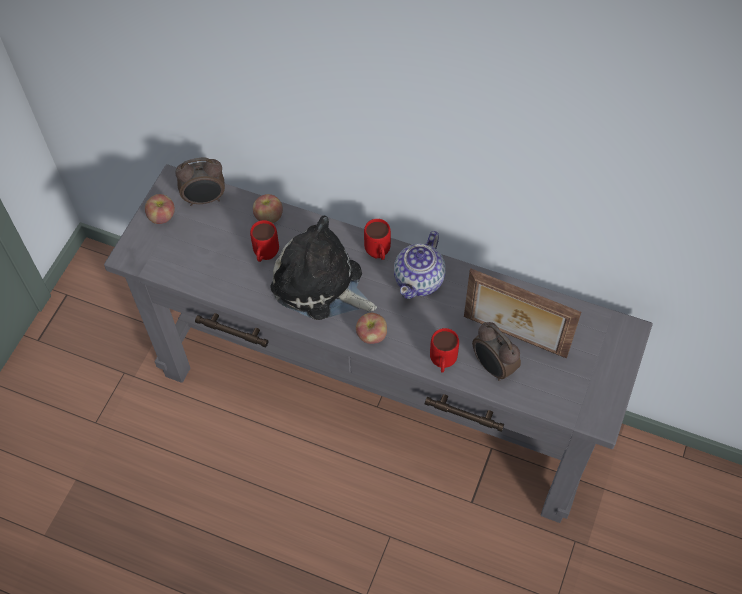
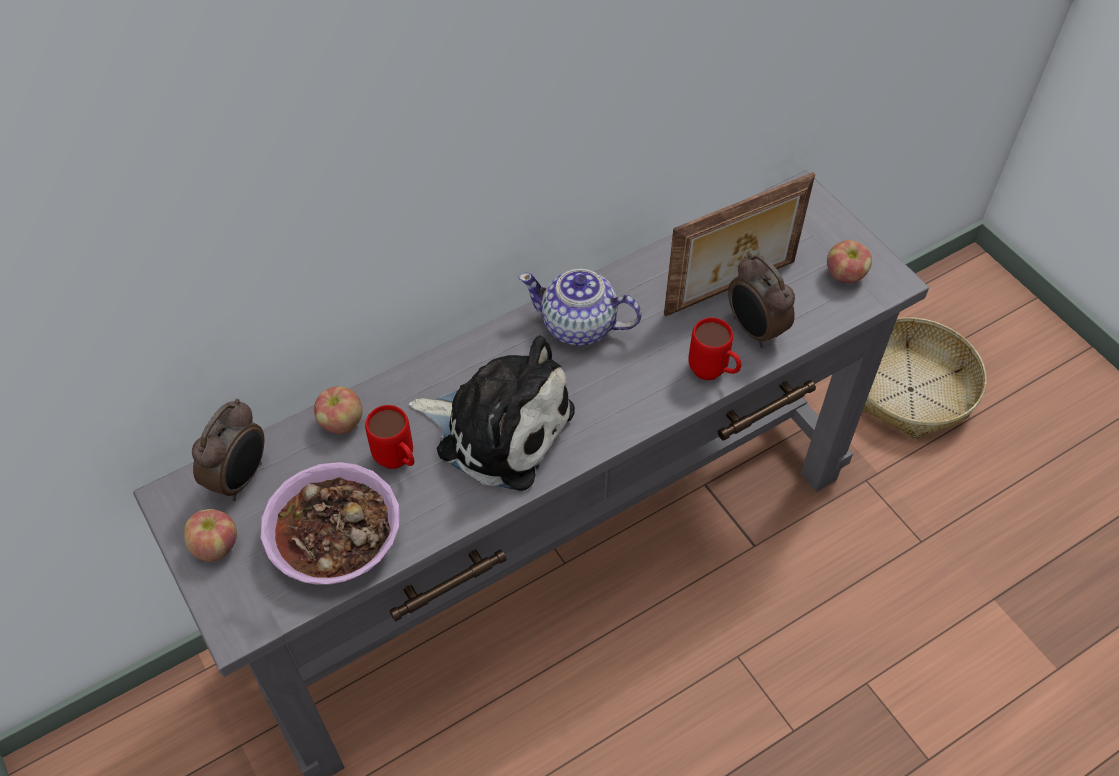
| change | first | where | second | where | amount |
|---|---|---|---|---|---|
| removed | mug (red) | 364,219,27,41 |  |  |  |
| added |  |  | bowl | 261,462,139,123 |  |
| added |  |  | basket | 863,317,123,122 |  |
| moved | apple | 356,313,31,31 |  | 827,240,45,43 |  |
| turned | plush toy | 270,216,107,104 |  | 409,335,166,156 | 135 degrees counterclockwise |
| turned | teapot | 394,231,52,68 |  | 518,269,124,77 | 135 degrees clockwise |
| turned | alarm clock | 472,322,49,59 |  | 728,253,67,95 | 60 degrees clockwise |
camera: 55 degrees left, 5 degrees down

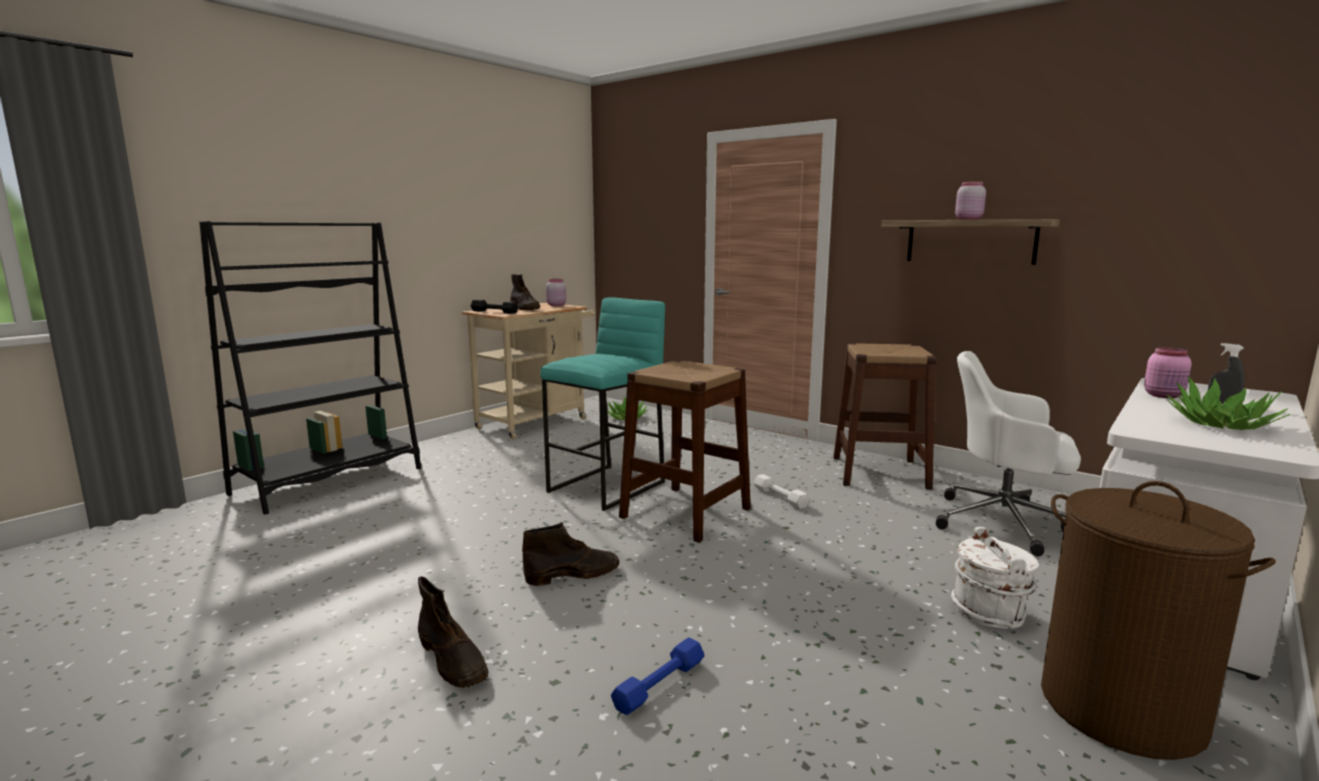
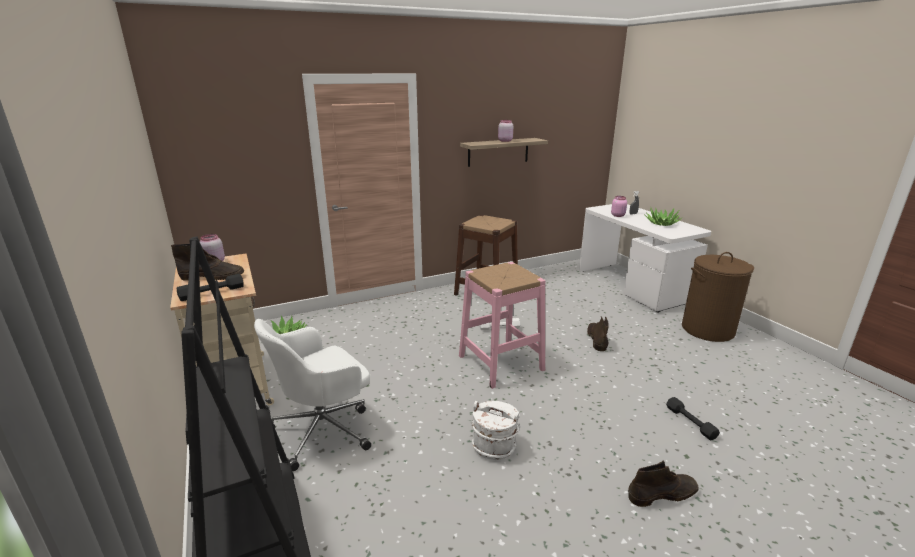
| change | first | where | second | where | amount |
|---|---|---|---|---|---|
| removed | stool (turquoise) | 540,298,125,213 |  |  |  |
| moved | boot (brown) | 522,522,97,64 |  | 587,316,22,35 |  |
| moved | office chair (white) | 936,351,145,205 |  | 254,319,117,152 |  |
| moved | bucket (white) | 951,527,88,102 |  | 472,401,48,59 |  |
| recoloured | dumbbell (blue) | 611,637,94,78 | dumbbell (black) | 666,397,54,44 |  |
| recoloured | stool (brown) | 619,360,132,183 | stool (pink) | 459,262,87,127 |  |
camera: 65 degrees left, 10 degrees up

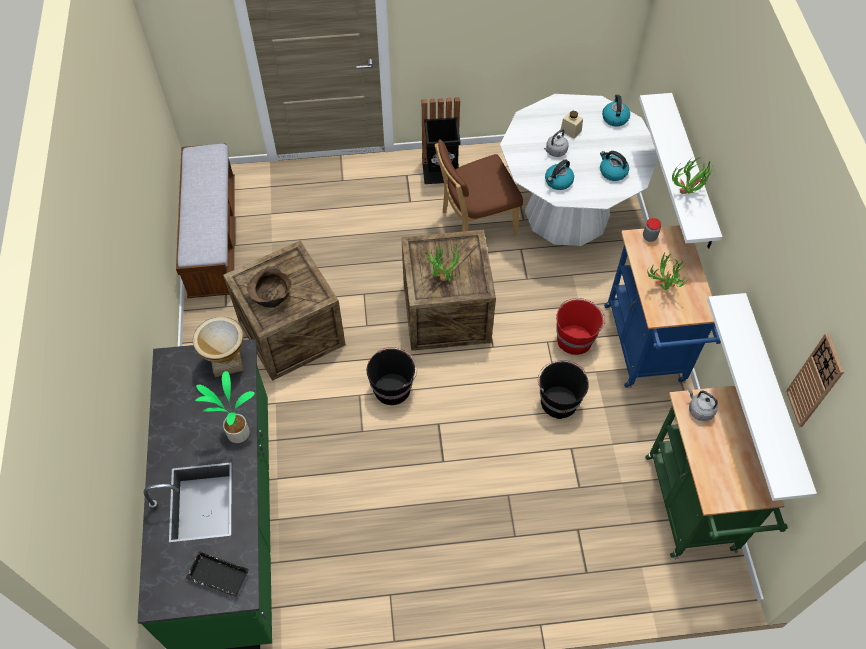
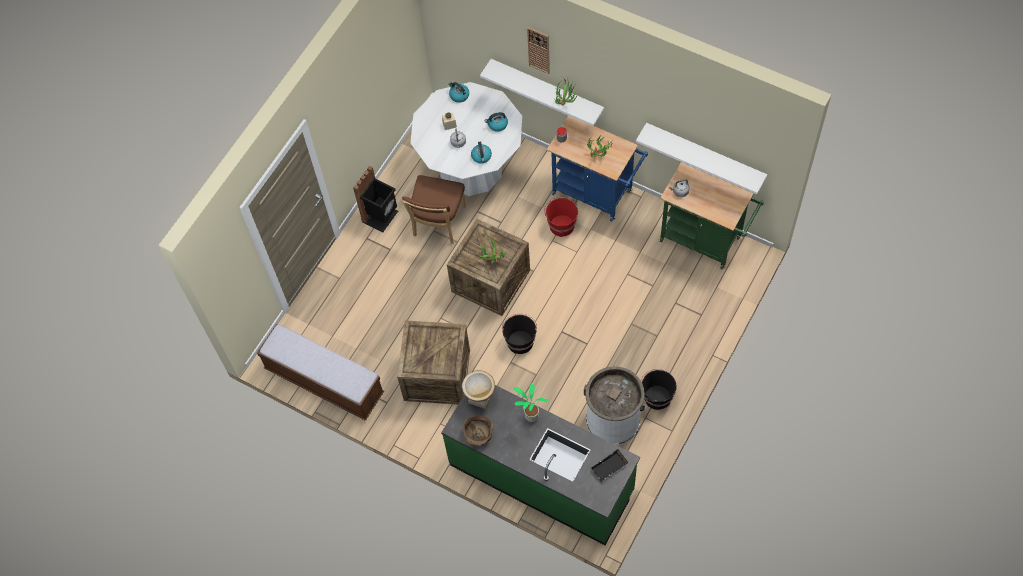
| change | first | where | second | where | amount |
|---|---|---|---|---|---|
| added |  |  | trash can (white) | 584,366,62,79 |  |
| moved | bowl (brown) | 247,266,45,42 |  | 462,415,32,31 |  |
| moved | bucket (black) | 538,360,51,59 |  | 641,369,36,41 |  |
| moved | wall clock | 786,333,58,94 |  | 527,27,23,47 |  |
camera: 50 degrees left, 5 degrees up

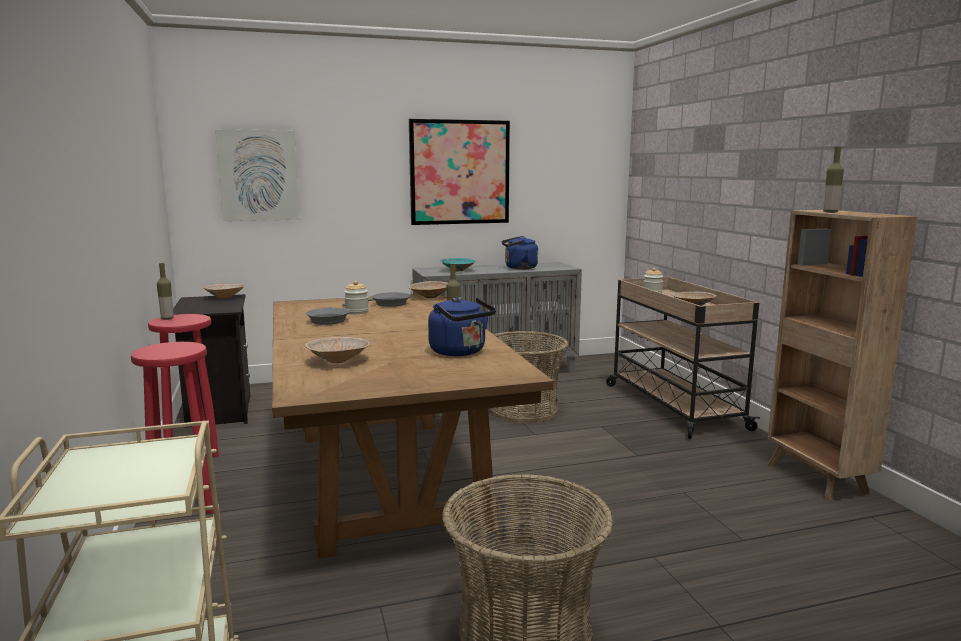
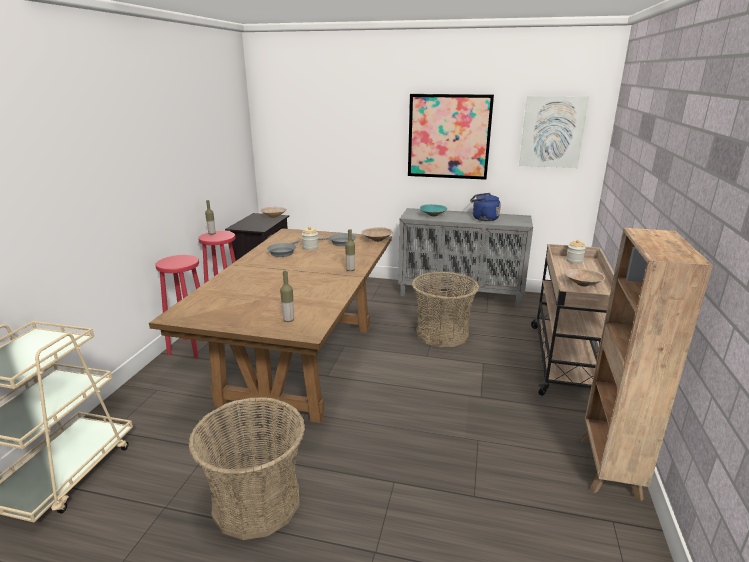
| change | first | where | second | where | amount |
|---|---|---|---|---|---|
| removed | bowl (beige) | 305,337,65,26 |  |  |  |
| removed | kettle (blue) | 428,297,68,59 |  |  |  |
| moved | picture | 215,129,85,92 |  | 519,96,70,72 |  |
| moved | bottle | 823,146,21,67 |  | 280,271,14,51 |  |
camera: 30 degrees right, 10 degrees up

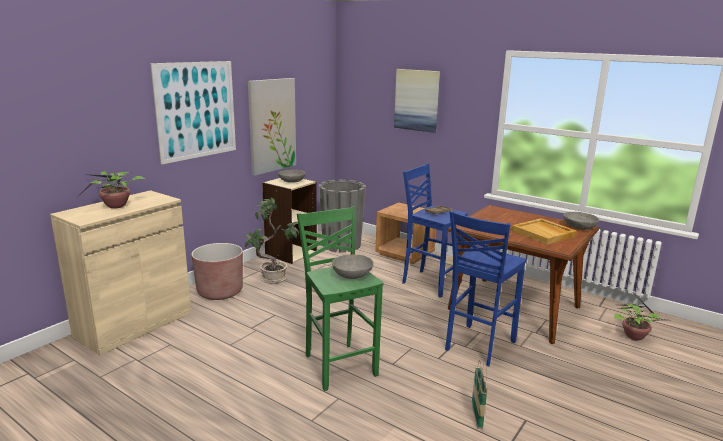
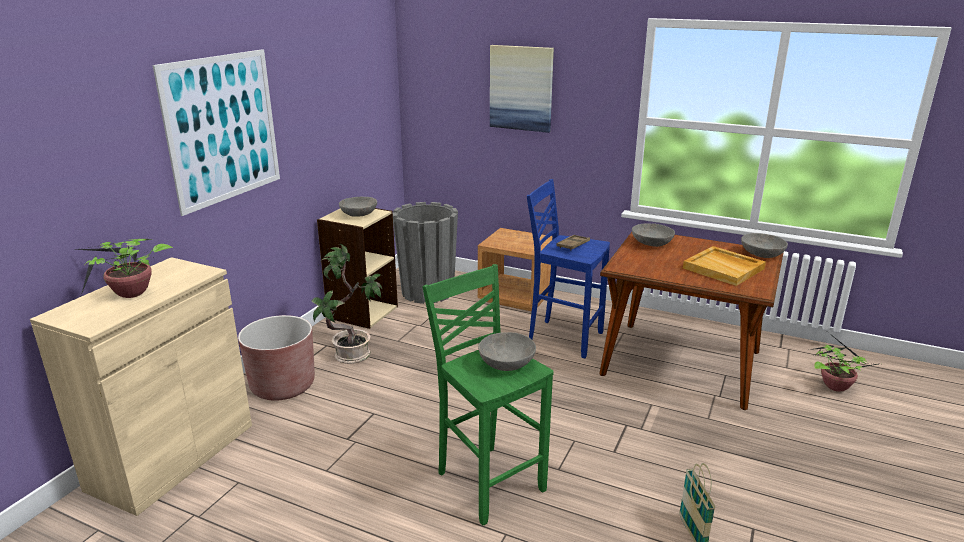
| change | first | where | second | where | amount |
|---|---|---|---|---|---|
| removed | picture | 248,78,48,98 |  |  |  |
| removed | stool (blue) | 445,211,82,155 |  |  |  |
| added |  |  | bowl (grey) | 632,223,43,24 |  |
camera: 10 degrees left, 5 degrees up

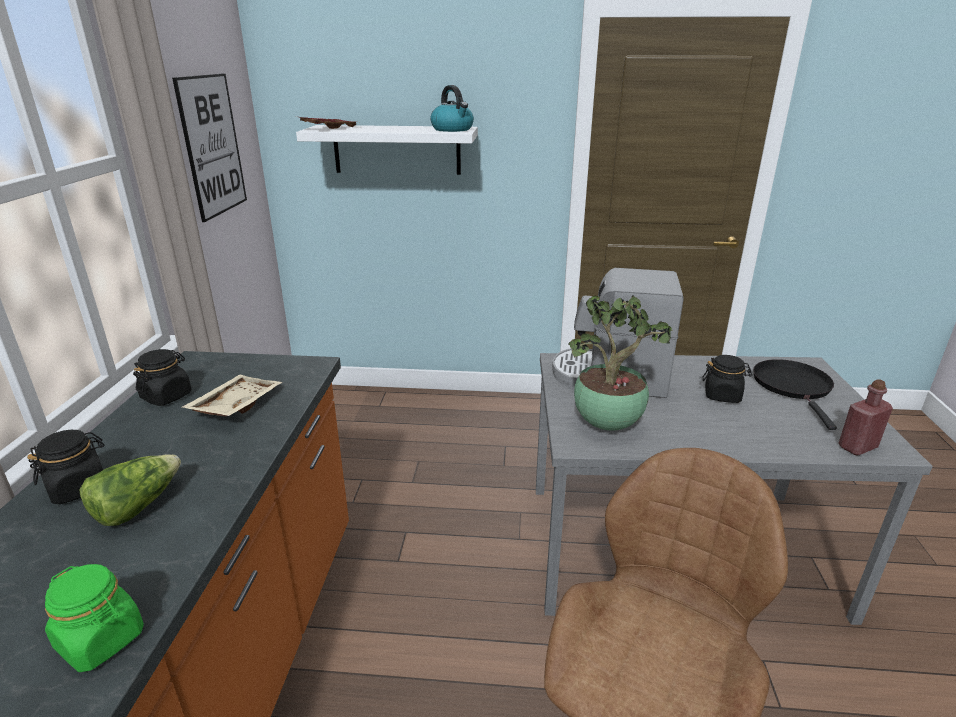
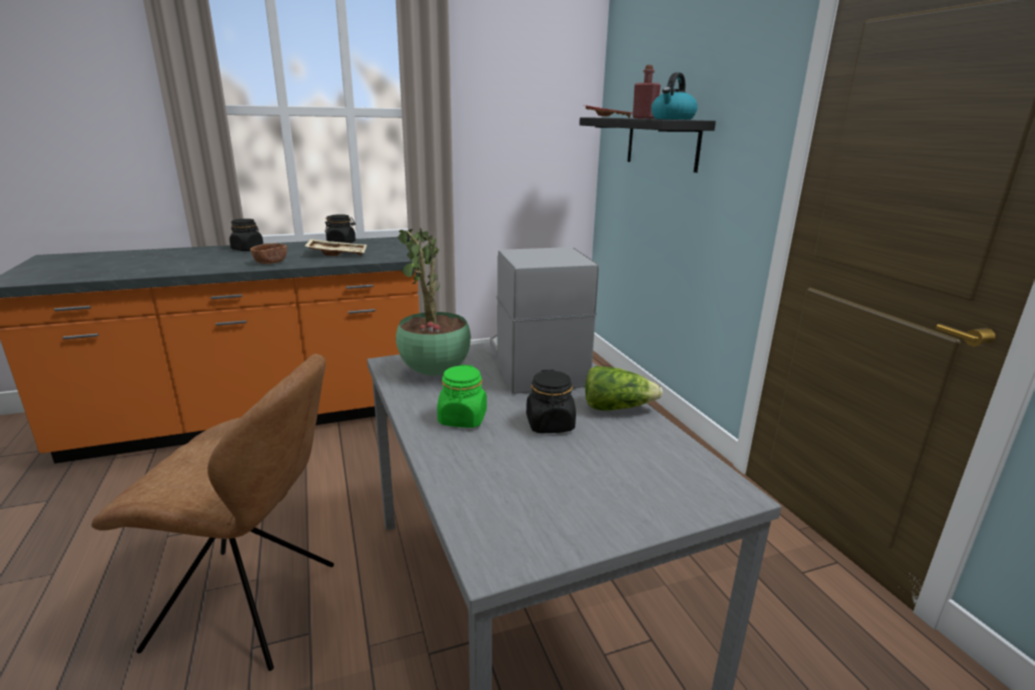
| change | first | where | second | where | amount |
|---|---|---|---|---|---|
| removed | picture | 172,73,75,149 |  |  |  |
| removed | frying pan (black) | 753,359,84,71 |  |  |  |
| added |  |  | bowl (brown) | 250,243,37,21 |  |
| moved | jar (green) | 45,564,99,108 |  | 437,365,50,63 |  |
| moved | lettuce | 80,454,101,72 |  | 585,366,78,45 |  |
| moved | bottle (red) | 839,379,54,77 |  | 632,65,29,54 |  |
| recoloured | shelf (white) | 296,125,182,50 | shelf (black) | 579,117,137,56 |  |
camera: 65 degrees right, 5 degrees down

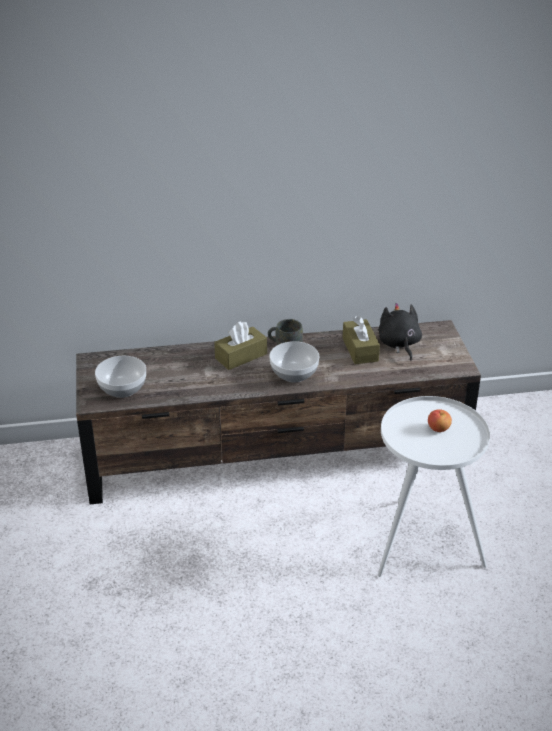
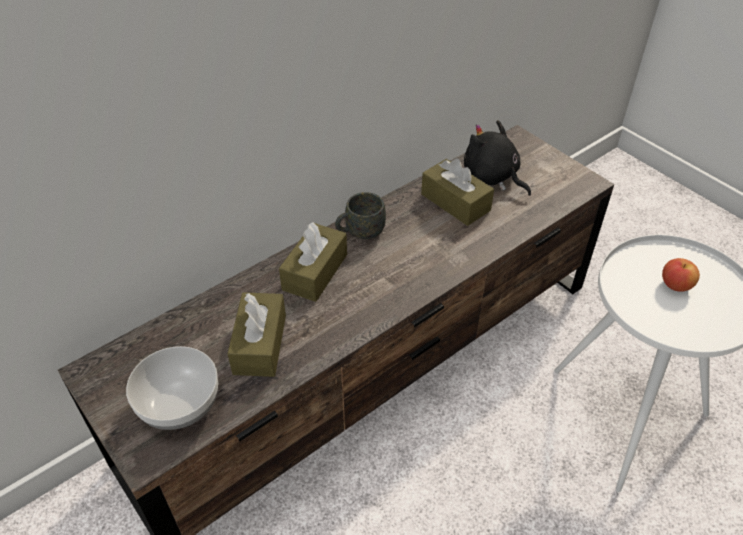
| change | first | where | second | where | amount |
|---|---|---|---|---|---|
| removed | bowl | 269,341,50,42 |  |  |  |
| added |  |  | tissue box (brown) | 228,292,58,85 |  |
camera: 30 degrees left, 10 degrees up

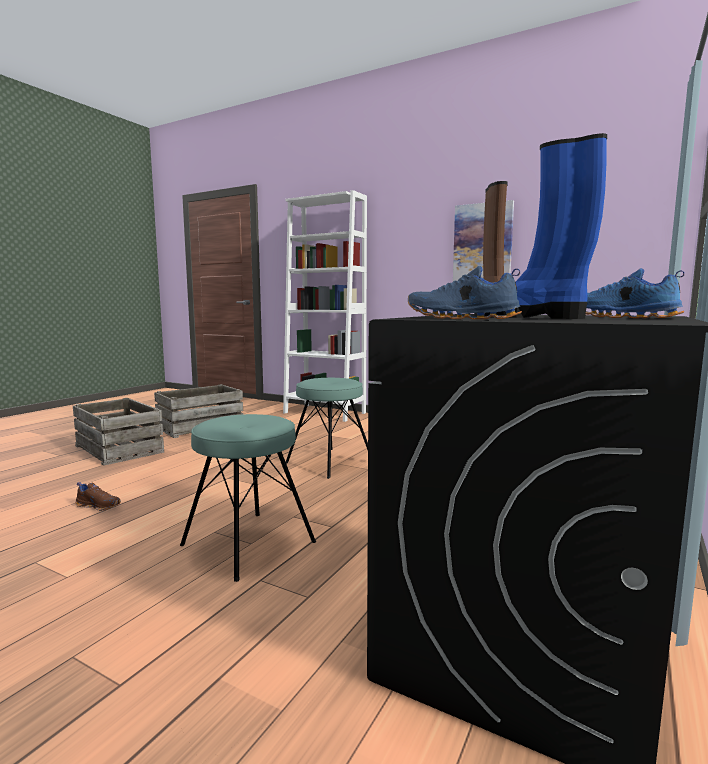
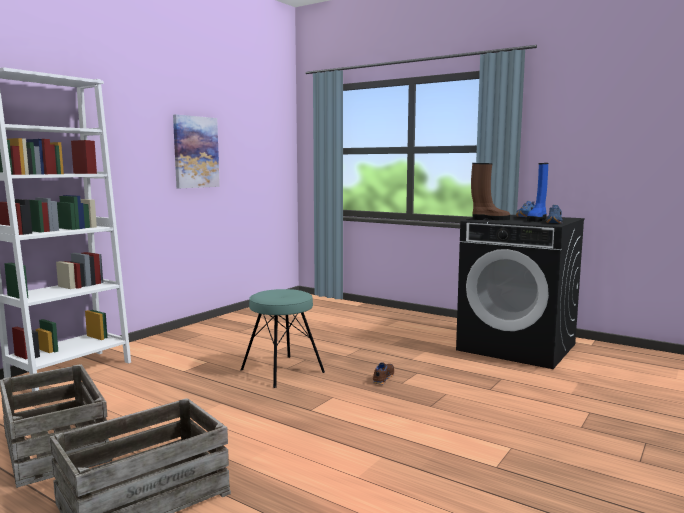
| change | first | where | second | where | amount |
|---|---|---|---|---|---|
| removed | stool (turquoise) | 180,414,136,168 |  |  |  |
| moved | shoe (brown) | 75,482,46,29 |  | 373,362,21,23 |  |
camera: 85 degrees left, 0 degrees up

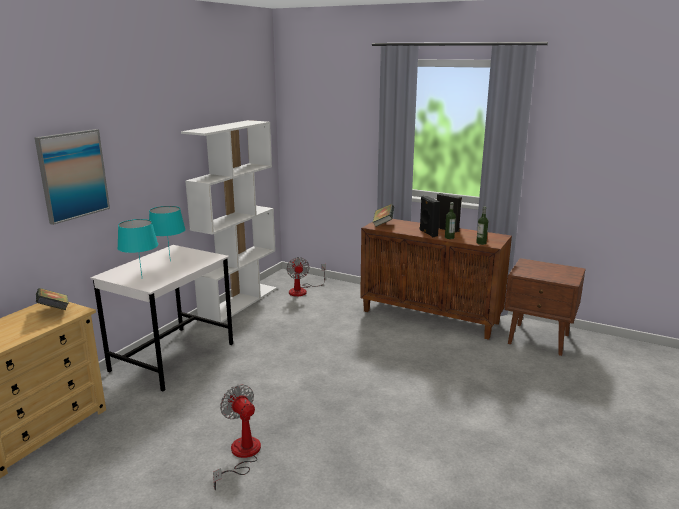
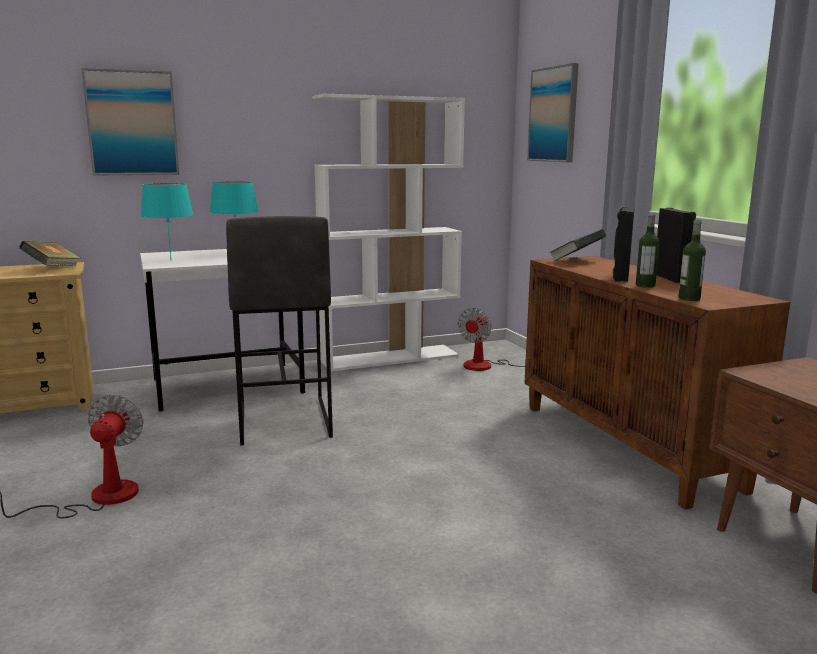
| change | first | where | second | where | amount |
|---|---|---|---|---|---|
| added |  |  | stool (grey) | 226,216,107,229 |  |
| added |  |  | picture | 527,63,51,99 |  |
camera: 40 degrees right, 5 degrees down

